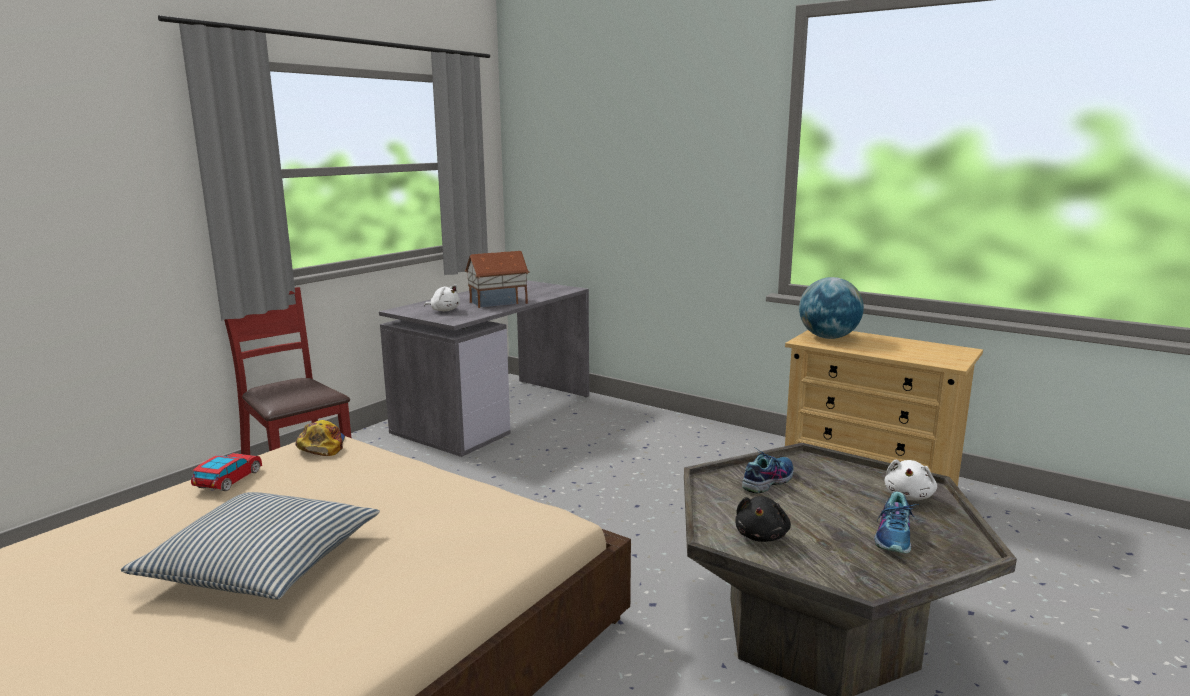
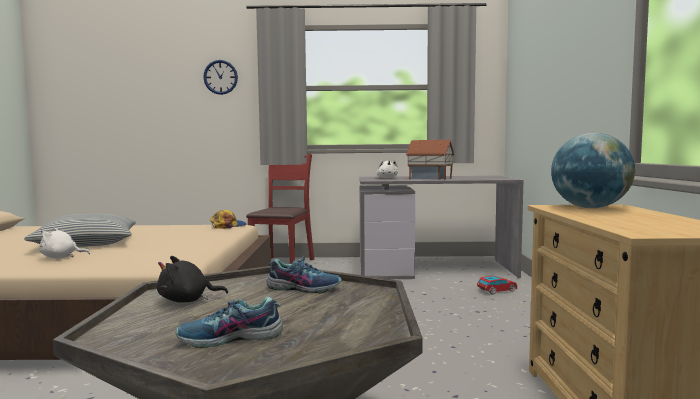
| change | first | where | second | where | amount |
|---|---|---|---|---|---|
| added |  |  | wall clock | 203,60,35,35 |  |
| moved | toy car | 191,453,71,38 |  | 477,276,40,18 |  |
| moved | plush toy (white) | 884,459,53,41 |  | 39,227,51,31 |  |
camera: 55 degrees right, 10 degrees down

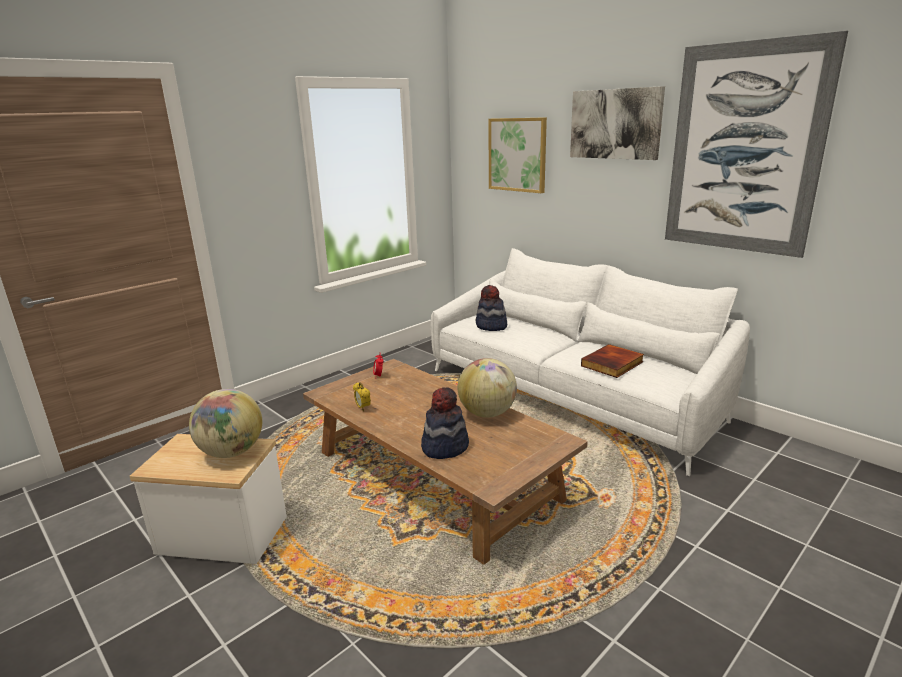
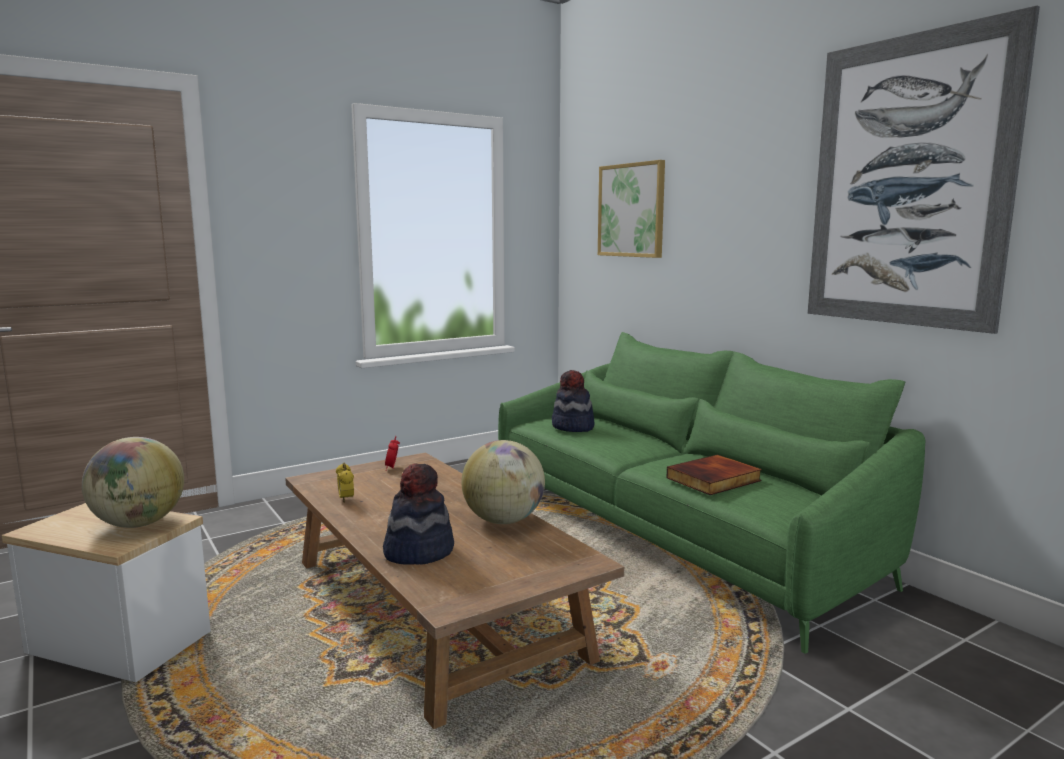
| change | first | where | second | where | amount |
|---|---|---|---|---|---|
| removed | picture | 570,86,95,74 |  |  |  |
| recoloured | sofa (white) | 431,248,319,228 | sofa (green) | 498,332,428,322 |  |
camera: 10 degrees right, 10 degrees down

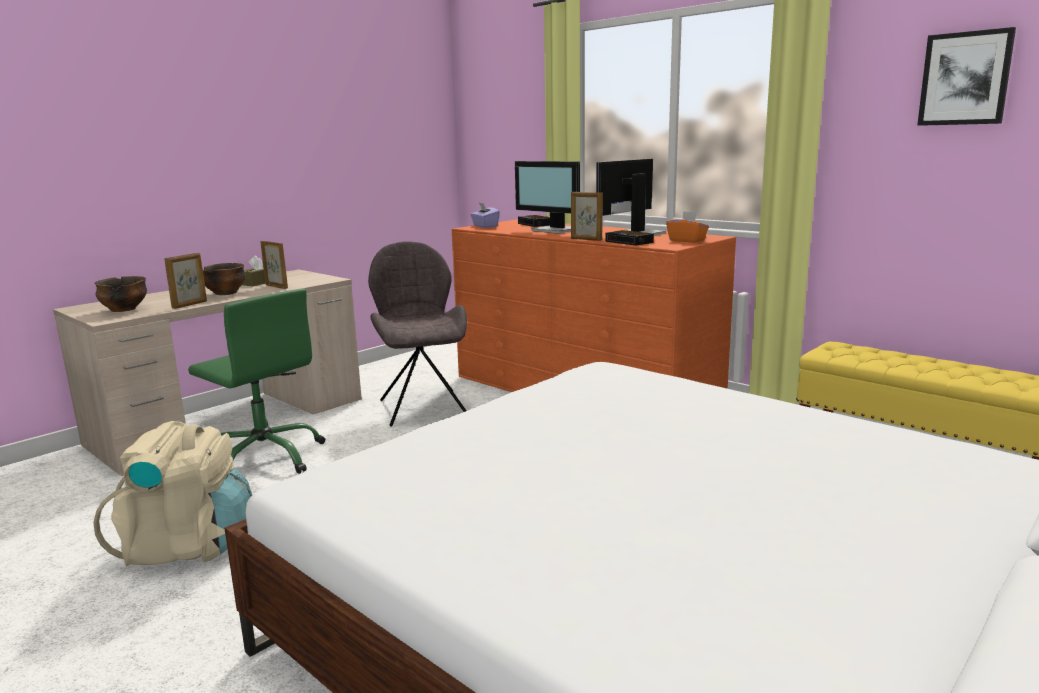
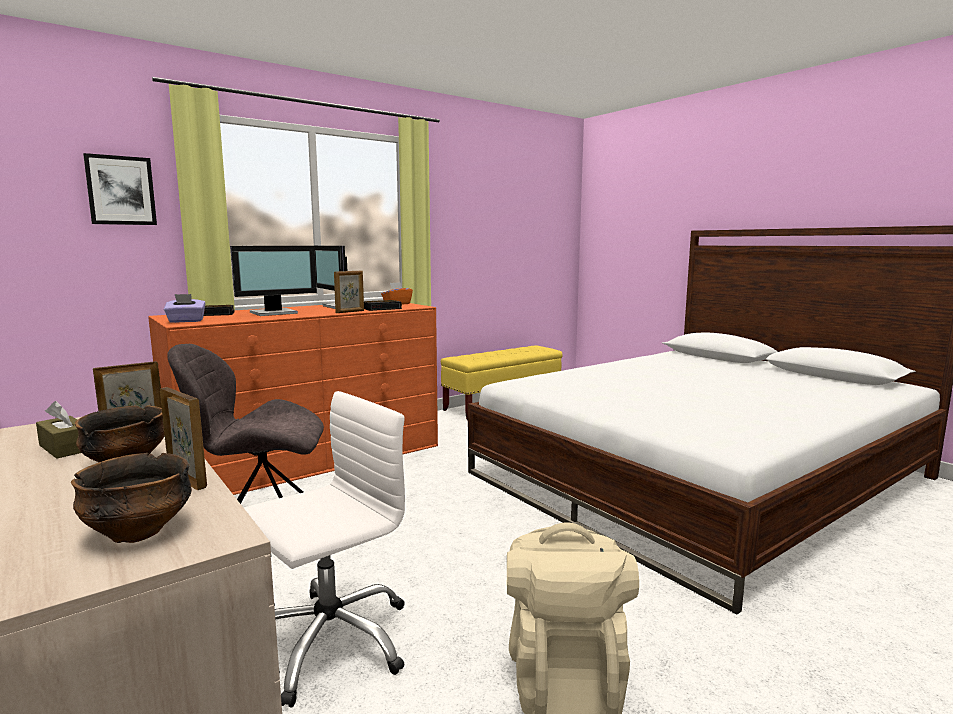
| change | first | where | second | where | amount |
|---|---|---|---|---|---|
| moved | picture | 917,27,99,99 |  | 83,153,74,72 |  |
| recoloured | office chair (green) | 188,289,138,185 | office chair (white) | 244,391,161,317 |  |
camera: 80 degrees left, 5 degrees down

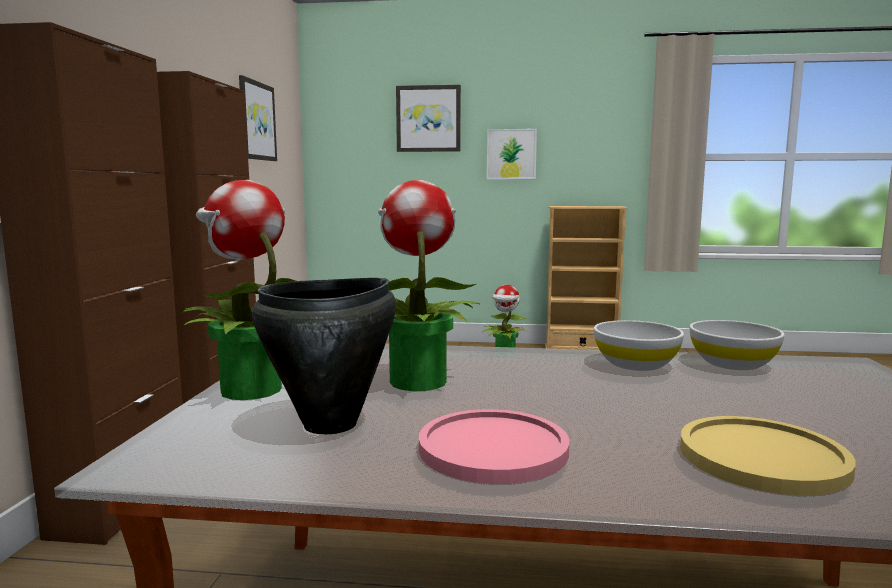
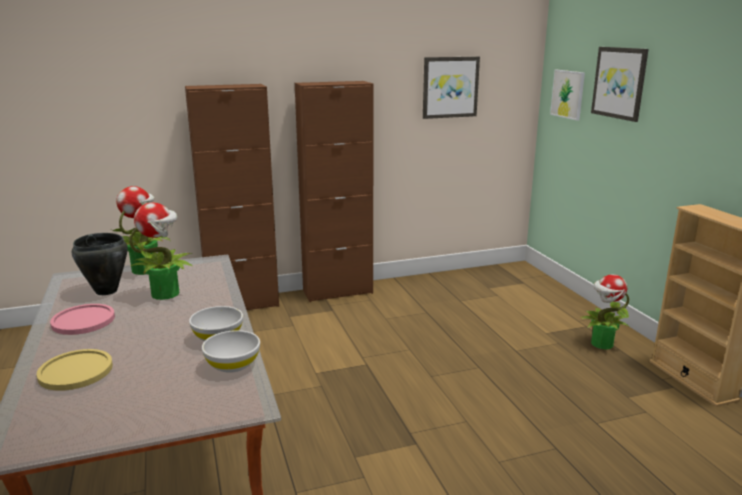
| change | first | where | second | where | amount |
|---|---|---|---|---|---|
| moved | picture | 487,129,50,50 |  | 550,70,35,51 |  |
camera: 65 degrees right, 10 degrees up

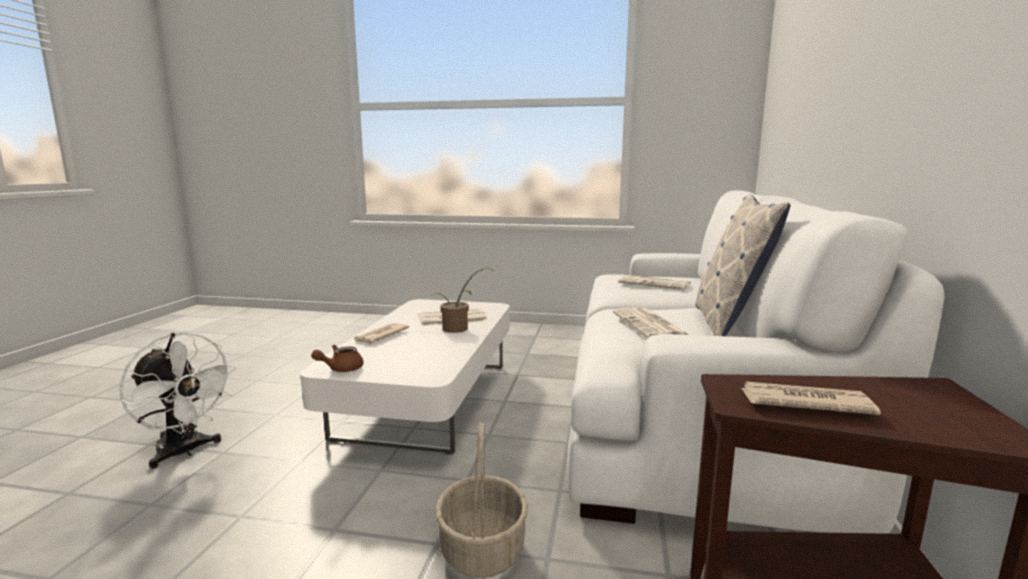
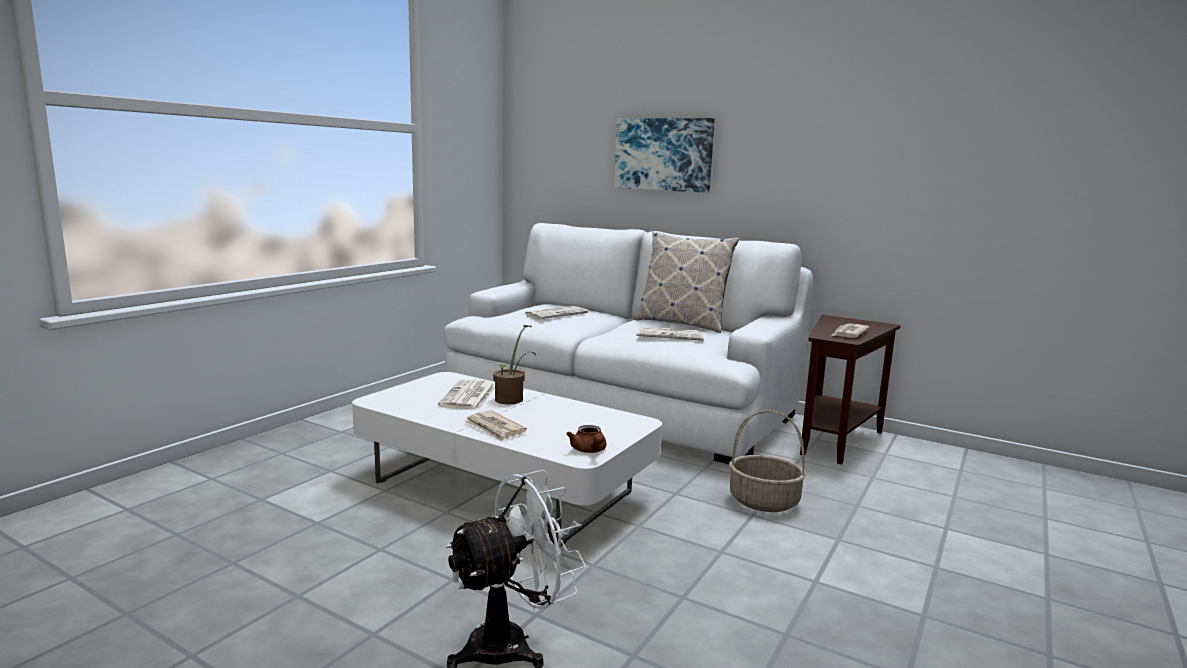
| change | first | where | second | where | amount |
|---|---|---|---|---|---|
| added |  |  | picture | 614,118,101,75 |  |
camera: 70 degrees left, 0 degrees up

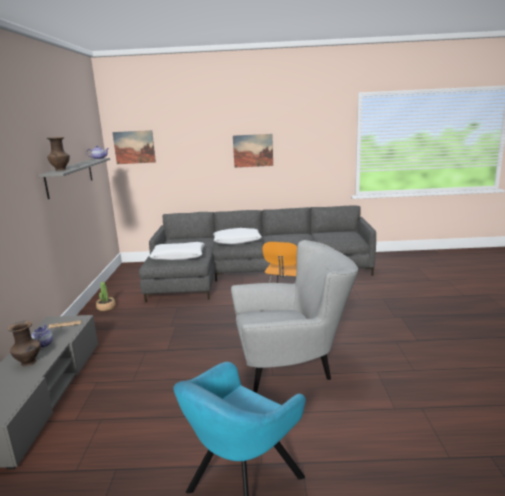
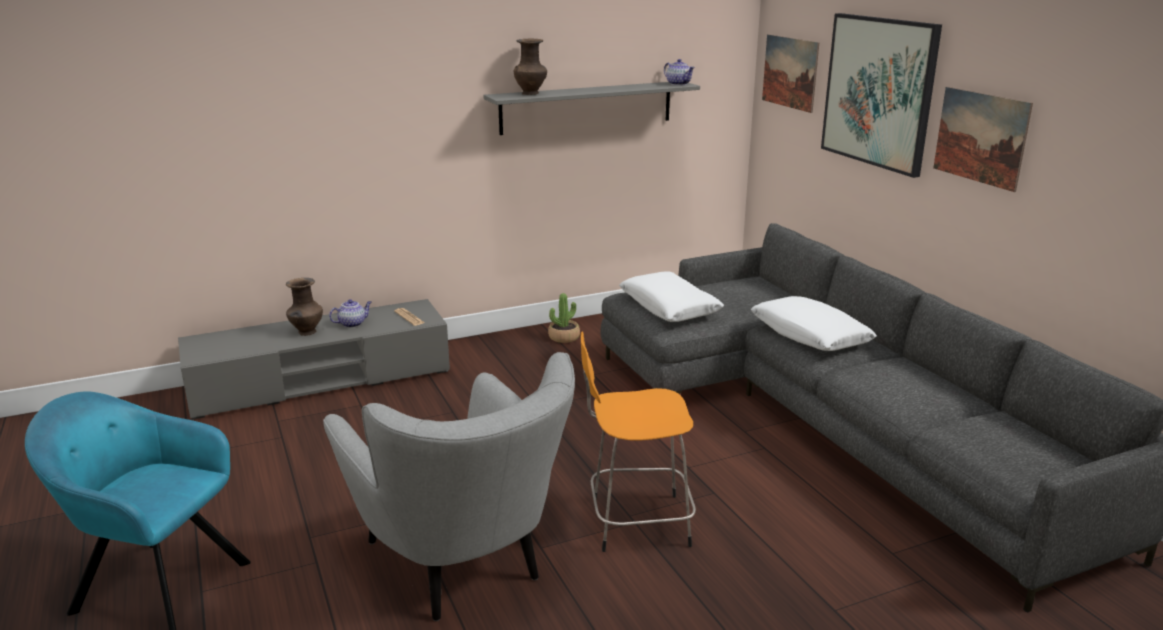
| change | first | where | second | where | amount |
|---|---|---|---|---|---|
| added |  |  | picture | 821,13,121,165 |  |
camera: 65 degrees right, 5 degrees up

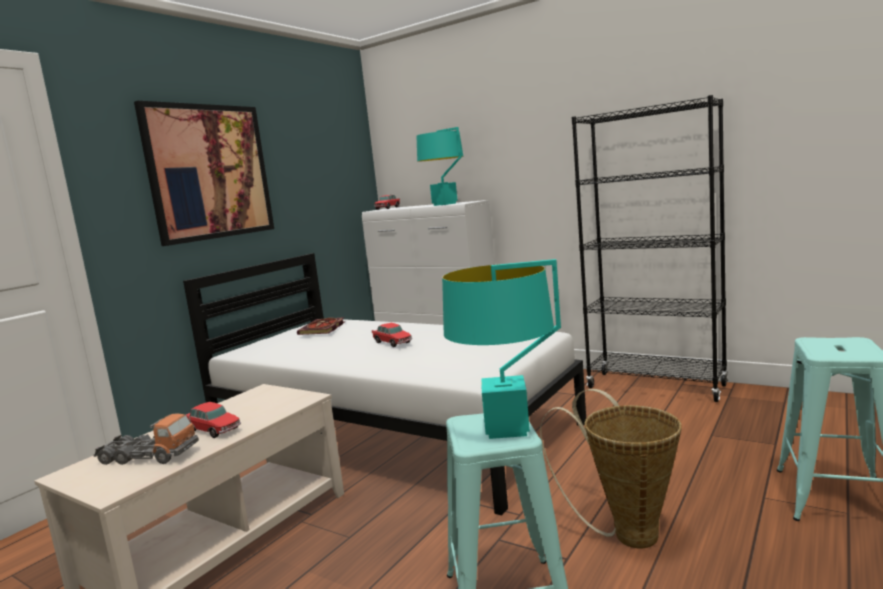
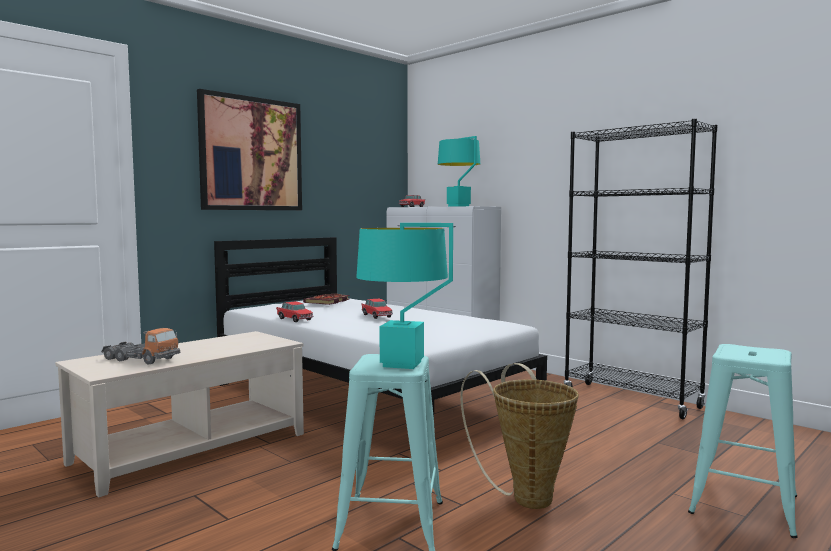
| change | first | where | second | where | amount |
|---|---|---|---|---|---|
| moved | toy car | 186,402,55,36 |  | 276,301,38,21 |  |
camera: 10 degrees right, 5 degrees down

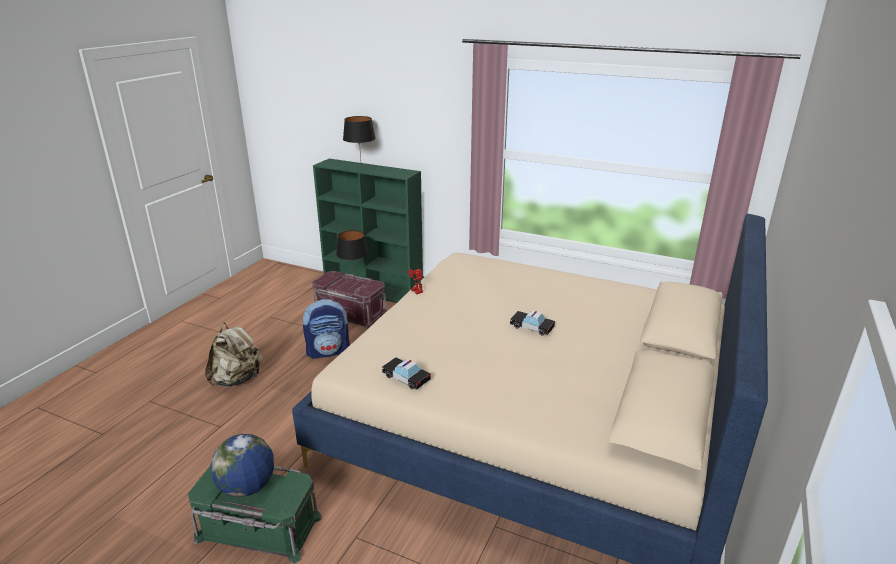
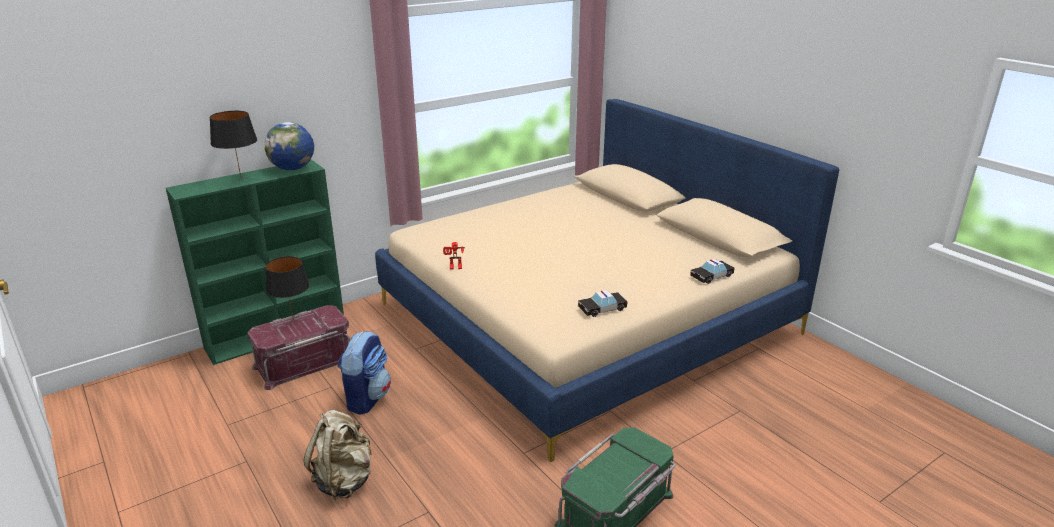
| change | first | where | second | where | amount |
|---|---|---|---|---|---|
| moved | globe | 210,434,64,63 |  | 265,122,49,48 |  |
| moved | toy car | 510,311,45,24 |  | 690,259,45,25 |  |
camera: 60 degrees left, 0 degrees up

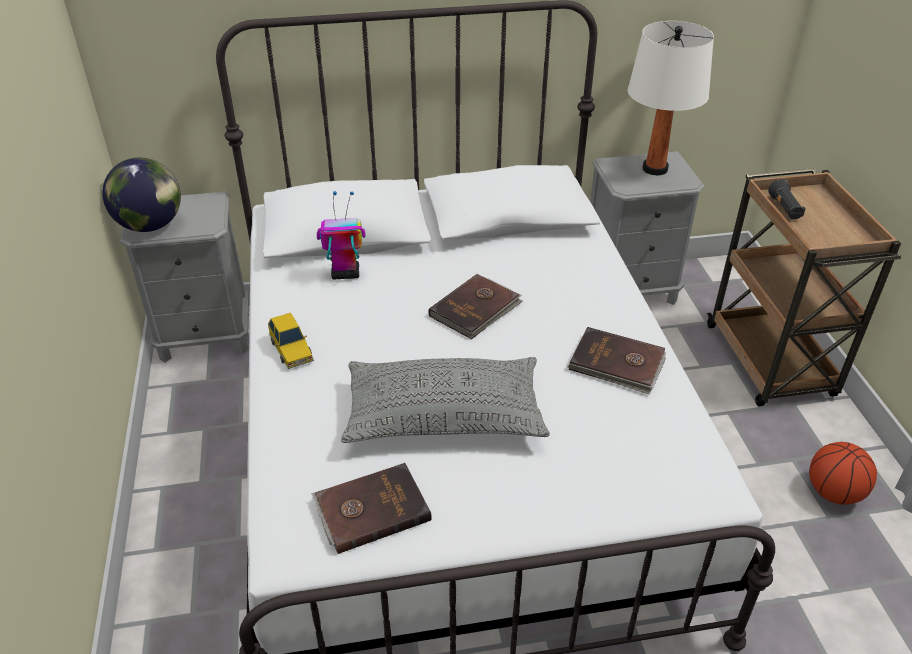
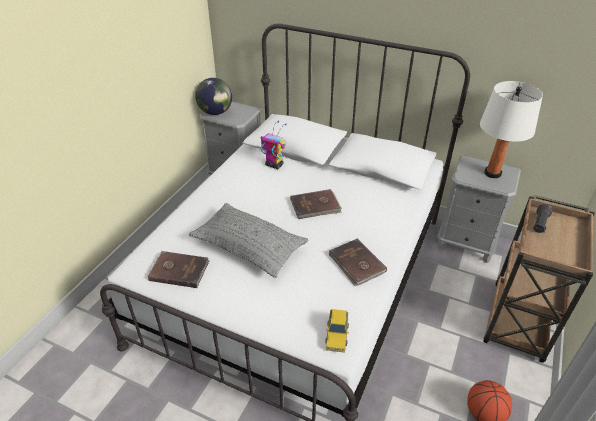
| change | first | where | second | where | amount |
|---|---|---|---|---|---|
| moved | toy car | 268,313,46,56 |  | 325,309,24,44 |  |
camera: 35 degrees right, 0 degrees up

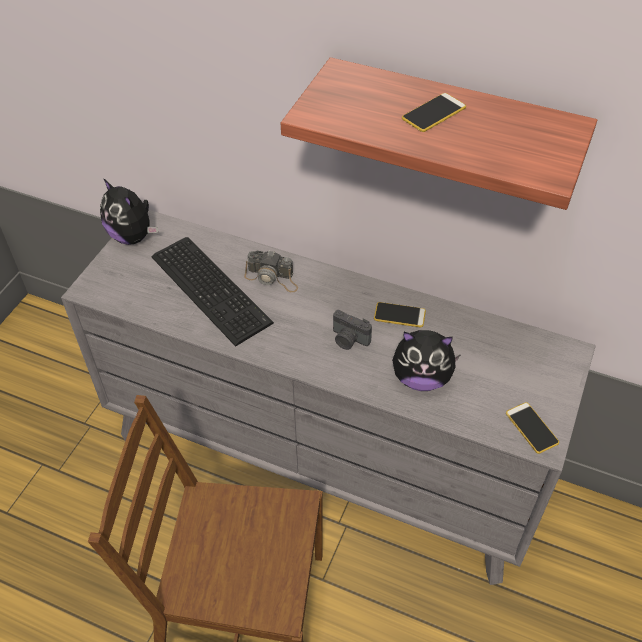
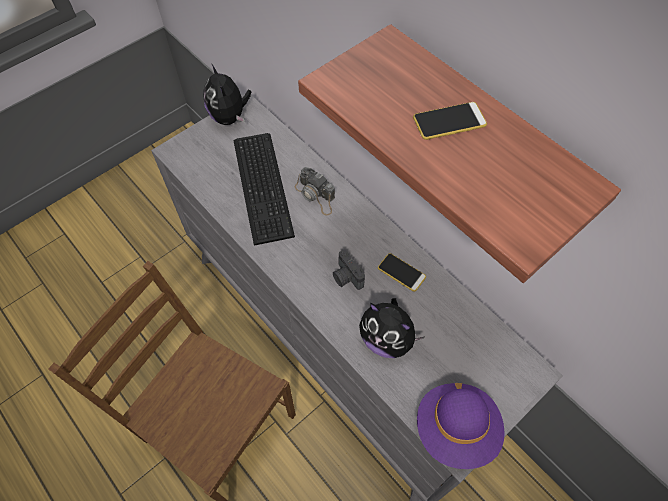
| change | first | where | second | where | amount |
|---|---|---|---|---|---|
| replaced | phone | 506,402,53,52 | hat (purple) | 417,383,88,86 |  |
camera: 25 degrees right, 10 degrees up

